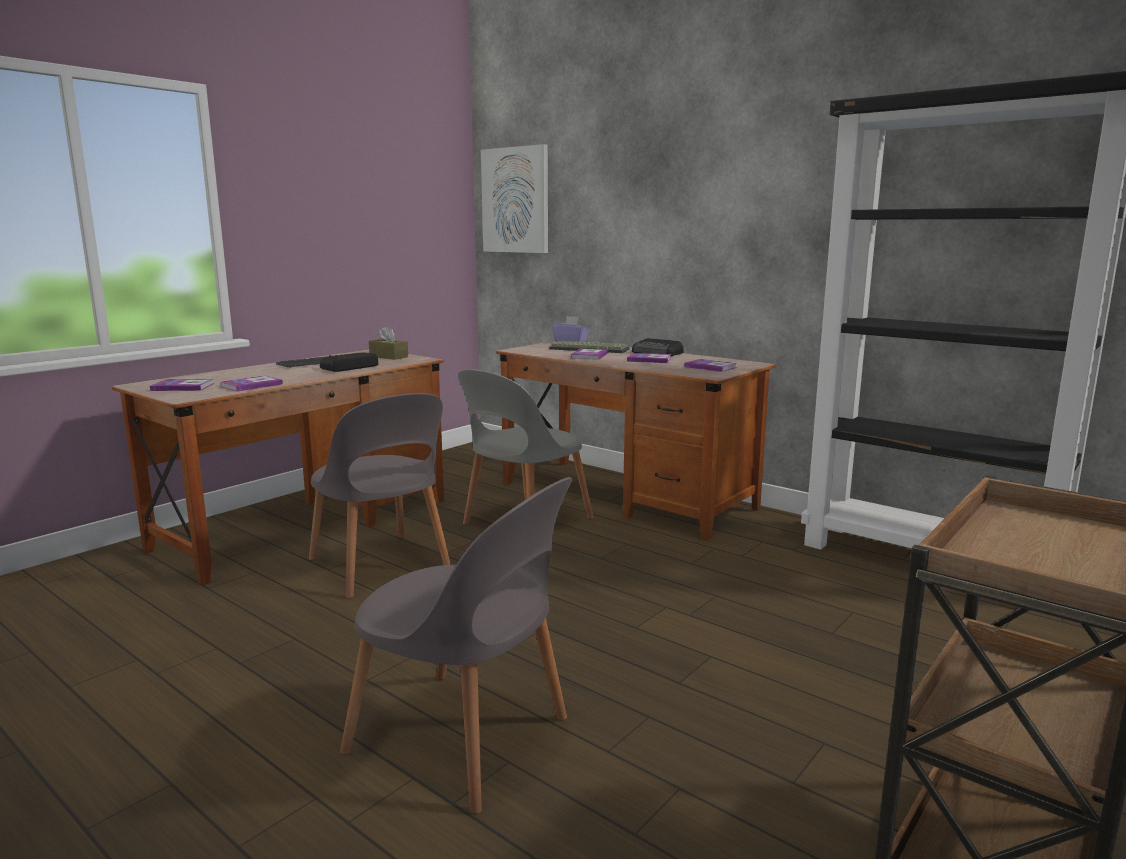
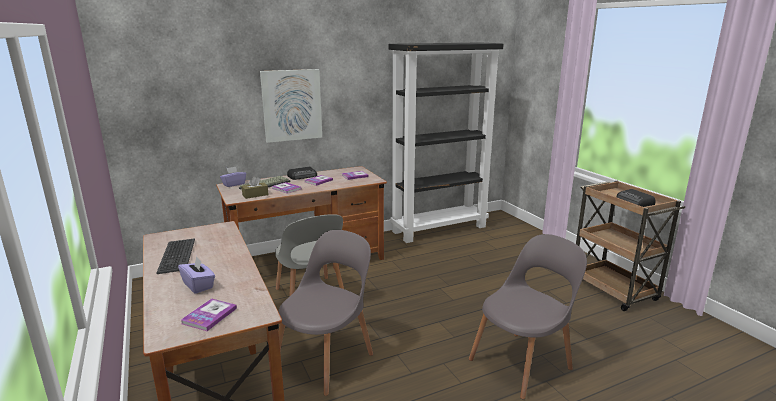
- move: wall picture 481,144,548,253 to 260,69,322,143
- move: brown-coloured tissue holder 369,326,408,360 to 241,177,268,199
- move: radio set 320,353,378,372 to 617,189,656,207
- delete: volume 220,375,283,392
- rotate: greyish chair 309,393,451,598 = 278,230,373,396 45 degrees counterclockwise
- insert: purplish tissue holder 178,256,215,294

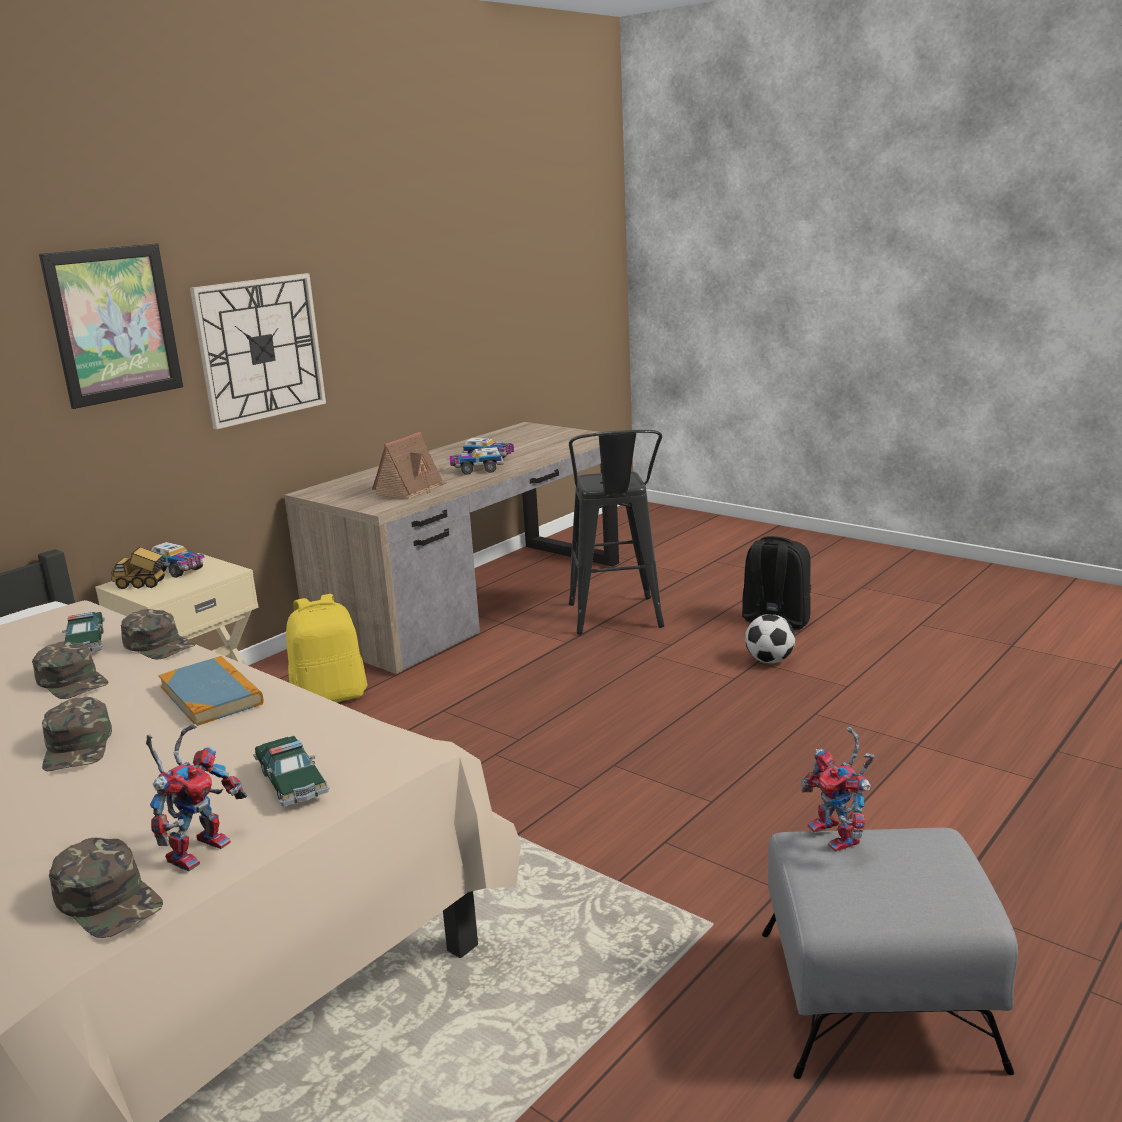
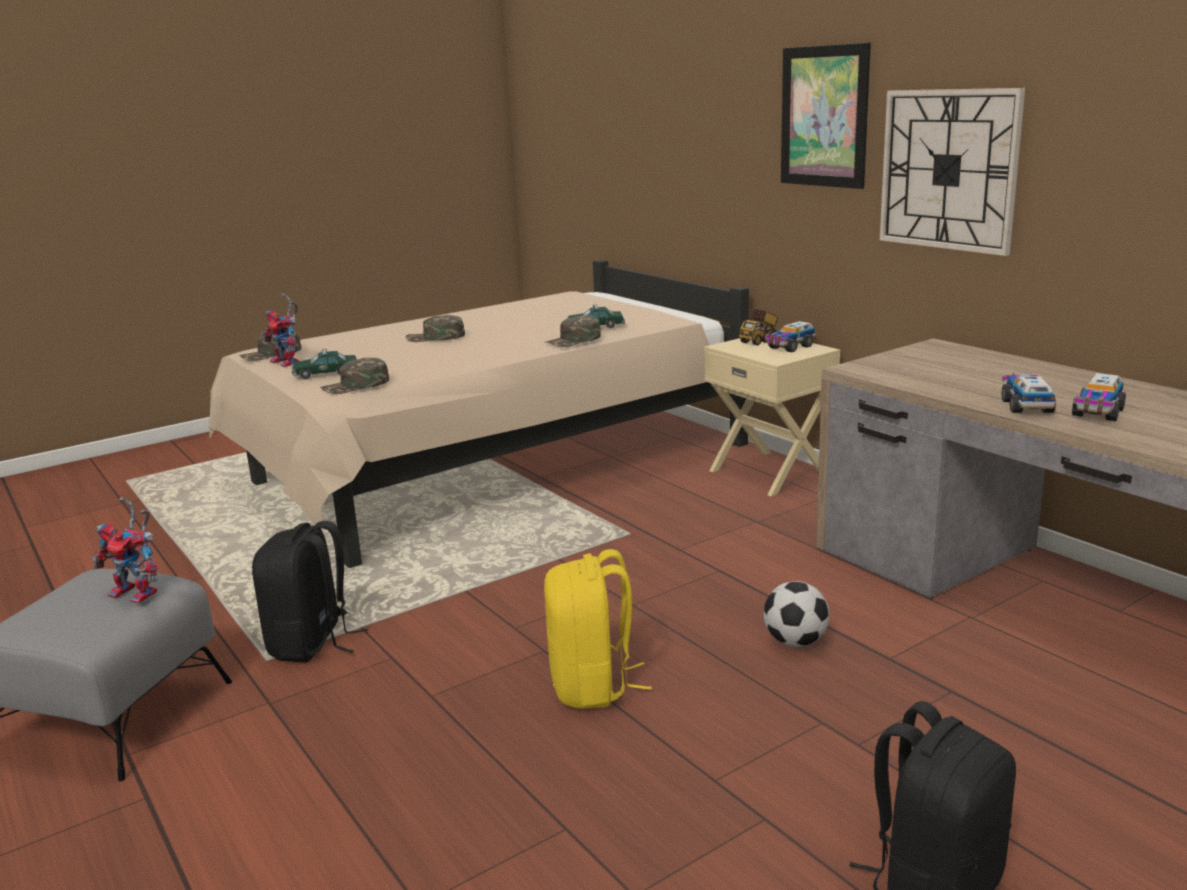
- delete: blackish stool seat 569,430,664,635
- delete: miniature house 372,432,446,500
- rotate: model truck 111,547,166,589 = 739,309,778,346 150 degrees counterclockwise
- move: yellow rucksack 286,594,367,702 to 544,549,652,709
- move: ball for football 745,614,795,663 to 763,581,830,647
- move: green-coloured cap 32,641,108,699 to 320,358,389,394
- delete: volume 159,656,263,726
- rotate: toy robot 801,727,874,852 = 92,497,158,603 150 degrees counterclockwise
- insert: blackish rucksack 252,521,368,662

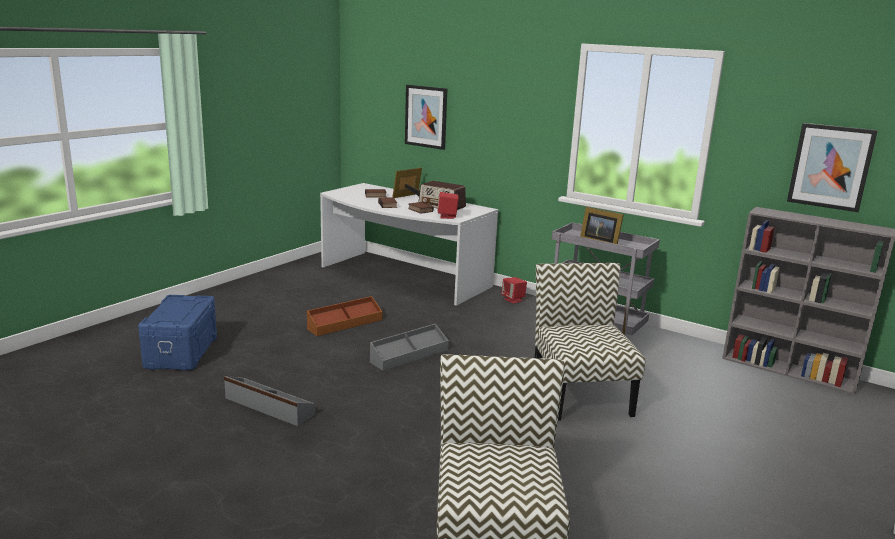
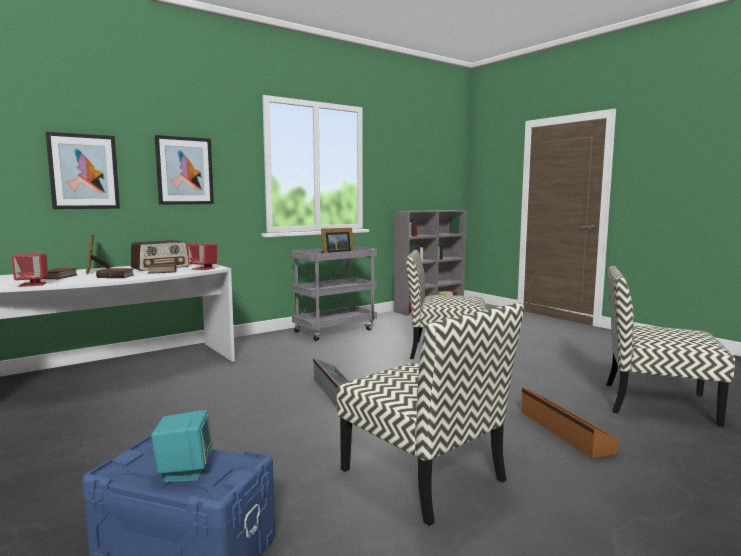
- move: wall picture 787,123,878,212 to 155,135,214,205
- move: red-coloured audio speaker 501,277,527,304 to 12,254,48,287
- move: brown-coloured storage box 307,296,383,336 to 521,388,619,459
- replace: greyish storage box 224,376,315,426 to chair 337,303,524,526
- insert: turquoise audio speaker 151,410,213,482

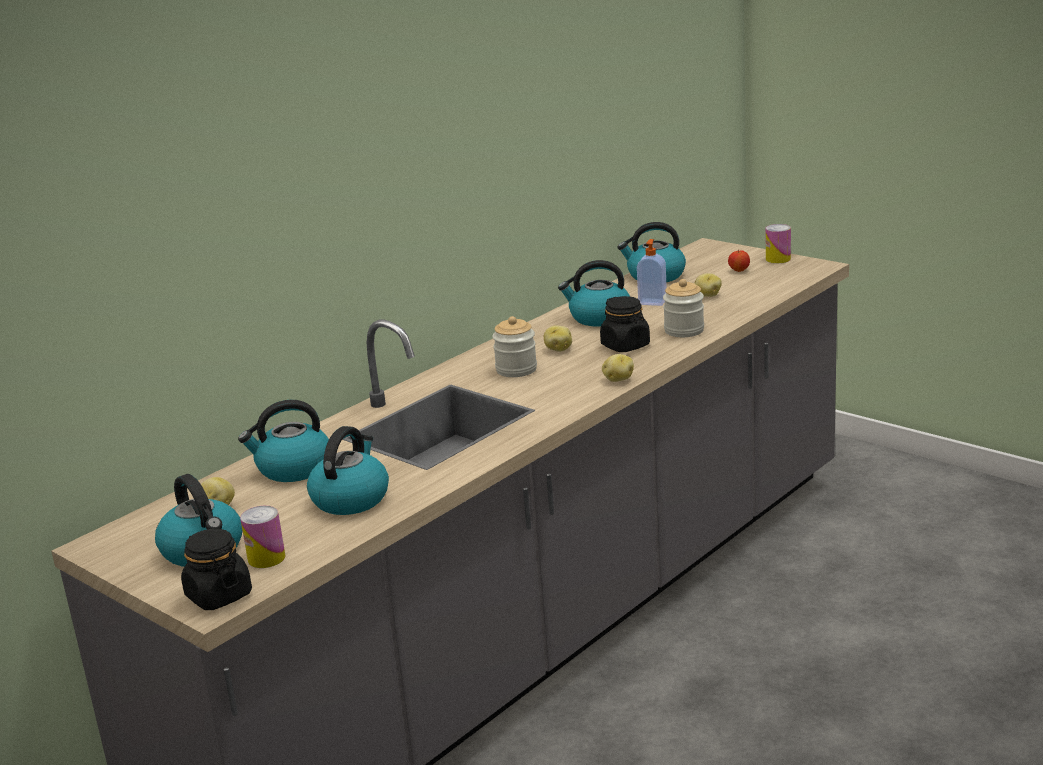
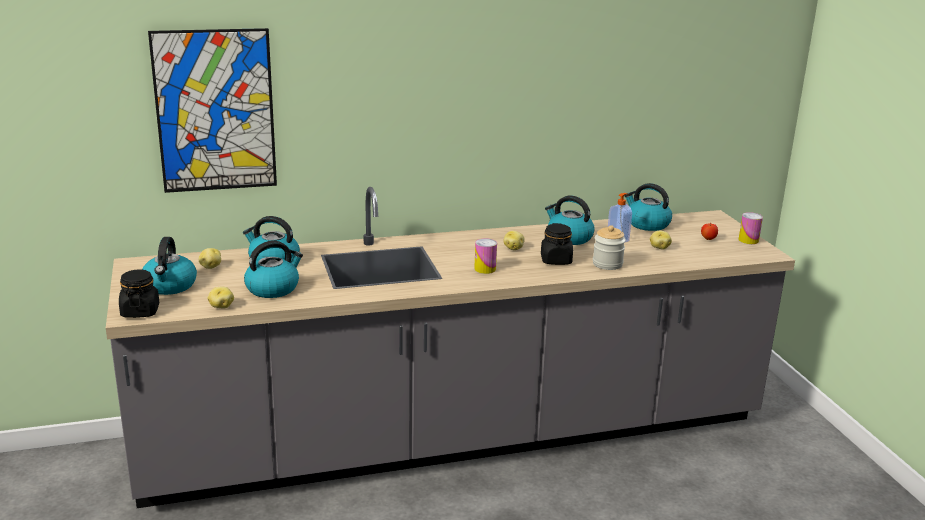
- delete: jar 492,316,537,377
- move: spud 602,354,634,382 to 208,287,234,308
- move: metal can 240,506,285,568 to 474,238,497,274
- insert: wall picture 148,28,277,193

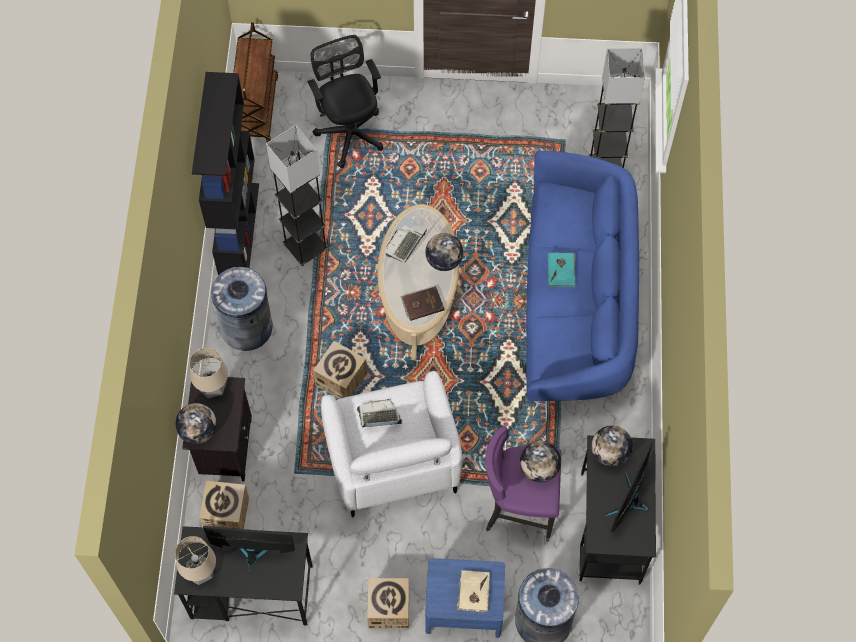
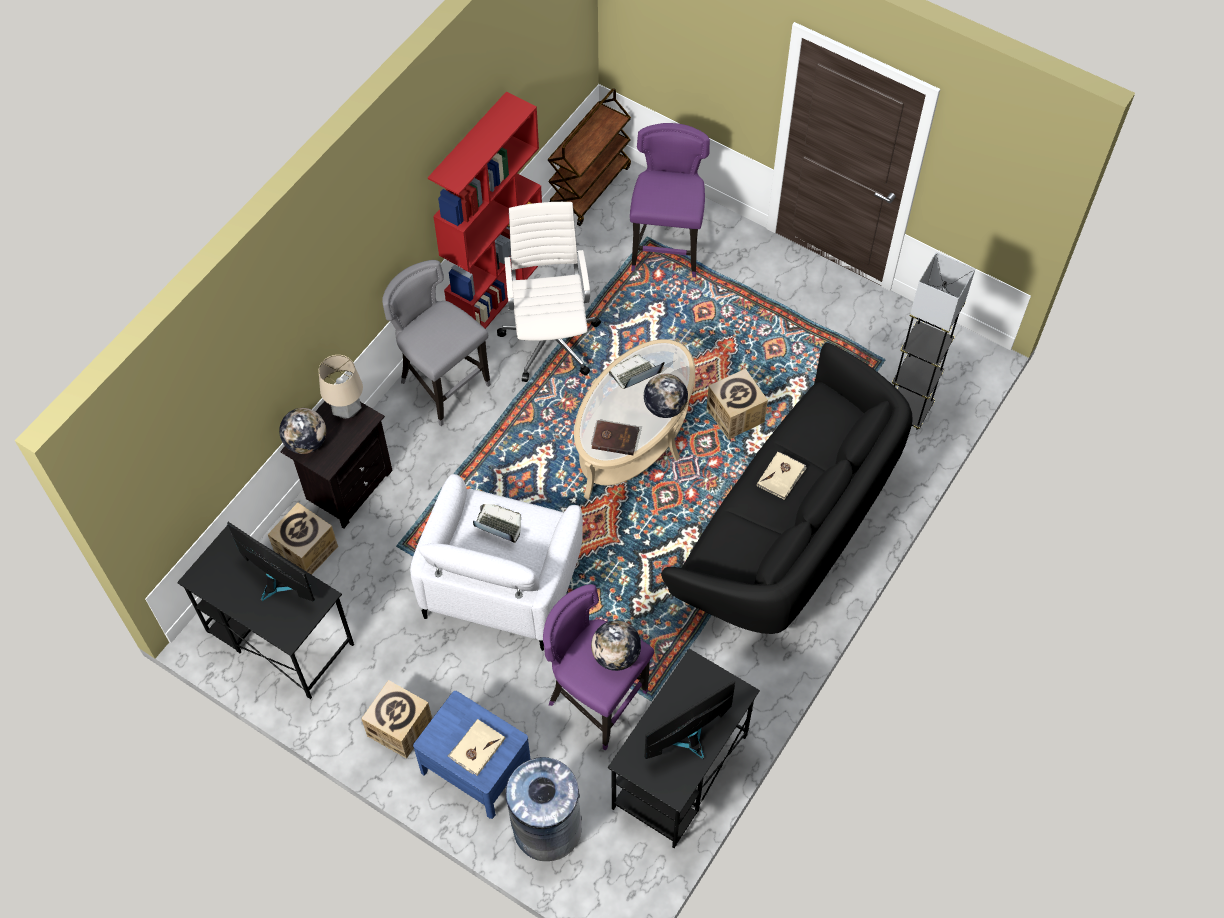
- replace: blackish computer chair 307,35,383,169 to purplish stool seat 630,123,710,277
- recolor: blackish bookcase 192,72,259,275 to red-coloured bookcase 428,92,542,329
- replace: greyish floor lamp 266,125,329,266 to whitish computer chair 497,202,601,382
- recolor: blue-coloured couch 526,151,639,402 to blackish couch 661,342,913,634
- recolor: turquoise volume 548,253,576,287 to sand-coloured volume 757,452,807,500
- replace: greyish rubbish bin 211,267,273,351 to greyish stool seat 382,260,491,426
- move: cardboard box 313,341,367,399 to 707,368,768,440
- delete: world globe 591,426,633,467
- delete: lamp for a table 175,536,216,585

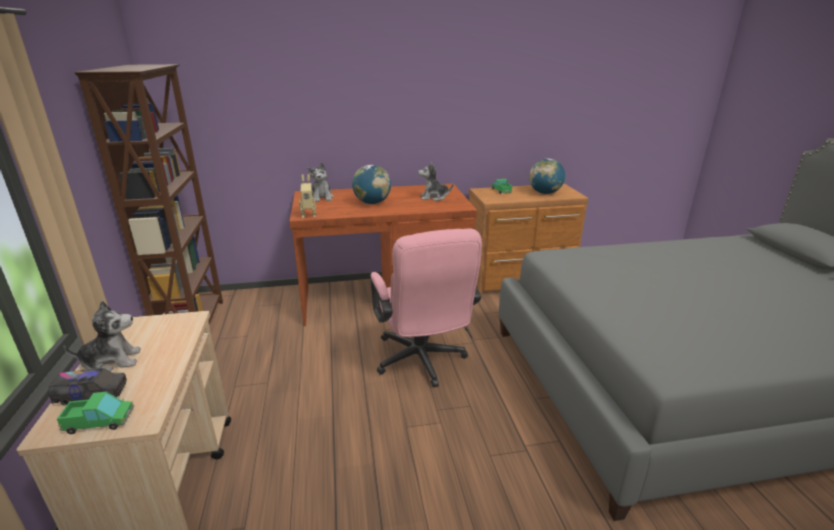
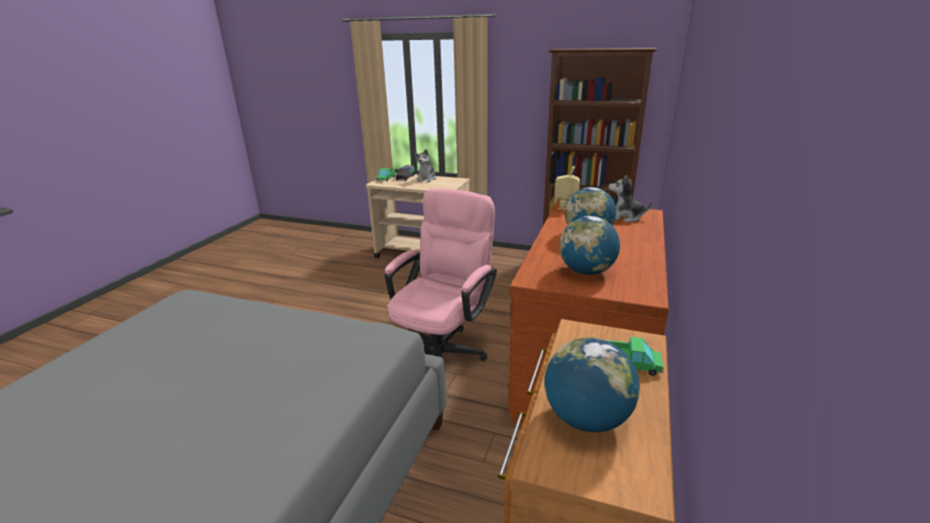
- replace: cuddly toy 418,162,454,201 to world globe 559,216,620,275
- rotate: pinkish computer chair 370,228,482,387 = 385,188,497,361 105 degrees clockwise

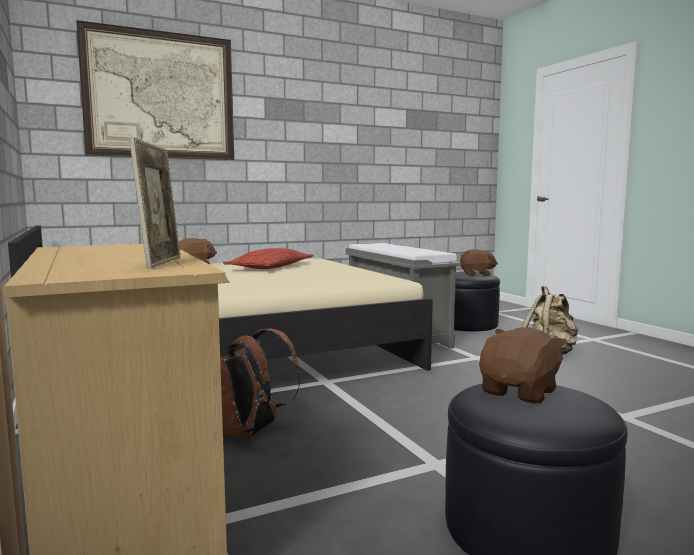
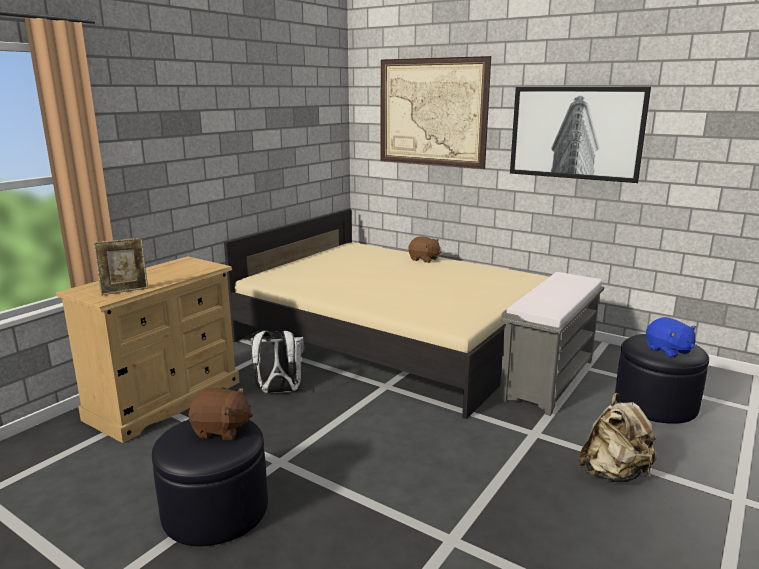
- delete: cushion 223,248,314,269
- recolor: brown-coloured cuddly toy 460,249,498,276 to blue-coloured cuddly toy 646,317,697,358
- recolor: brown-coloured rucksack 220,329,301,439 to whitish rucksack 251,331,304,393
- insert: wall picture 510,87,651,183

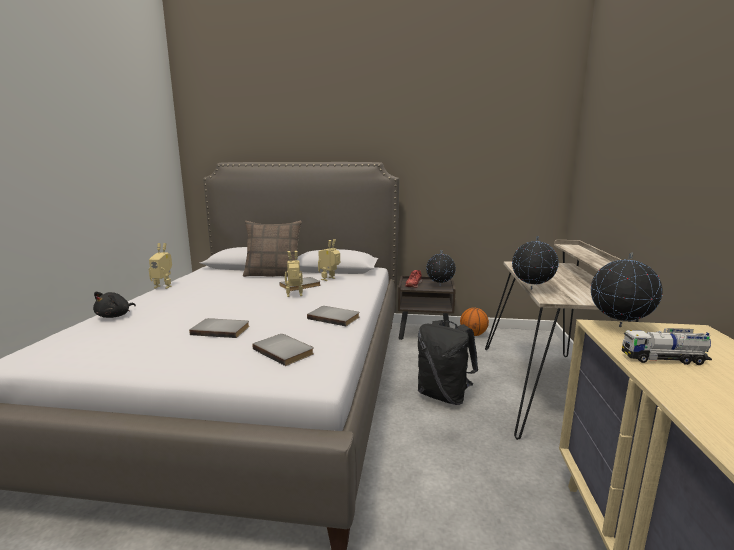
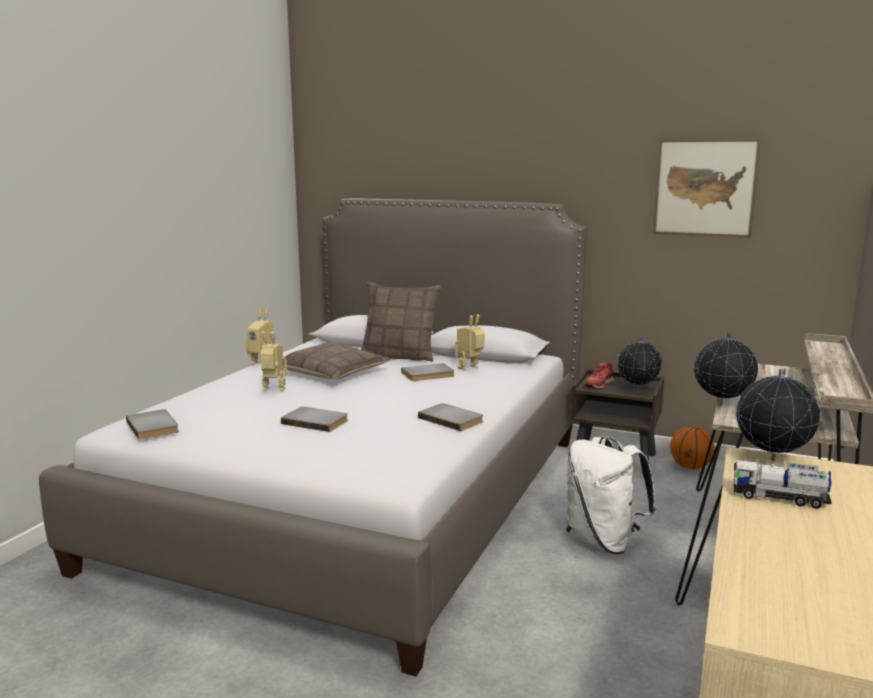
- move: toy robot 285,251,303,297 to 261,331,287,391
- delete: blackish cuddly toy 93,292,136,318
- recolor: blackish rucksack 418,320,478,405 to whitish rucksack 566,437,656,554
- move: greyish volume 252,334,314,366 to 126,409,179,440
- insert: wall picture 653,139,761,238
- insert: cushion 283,342,391,380

